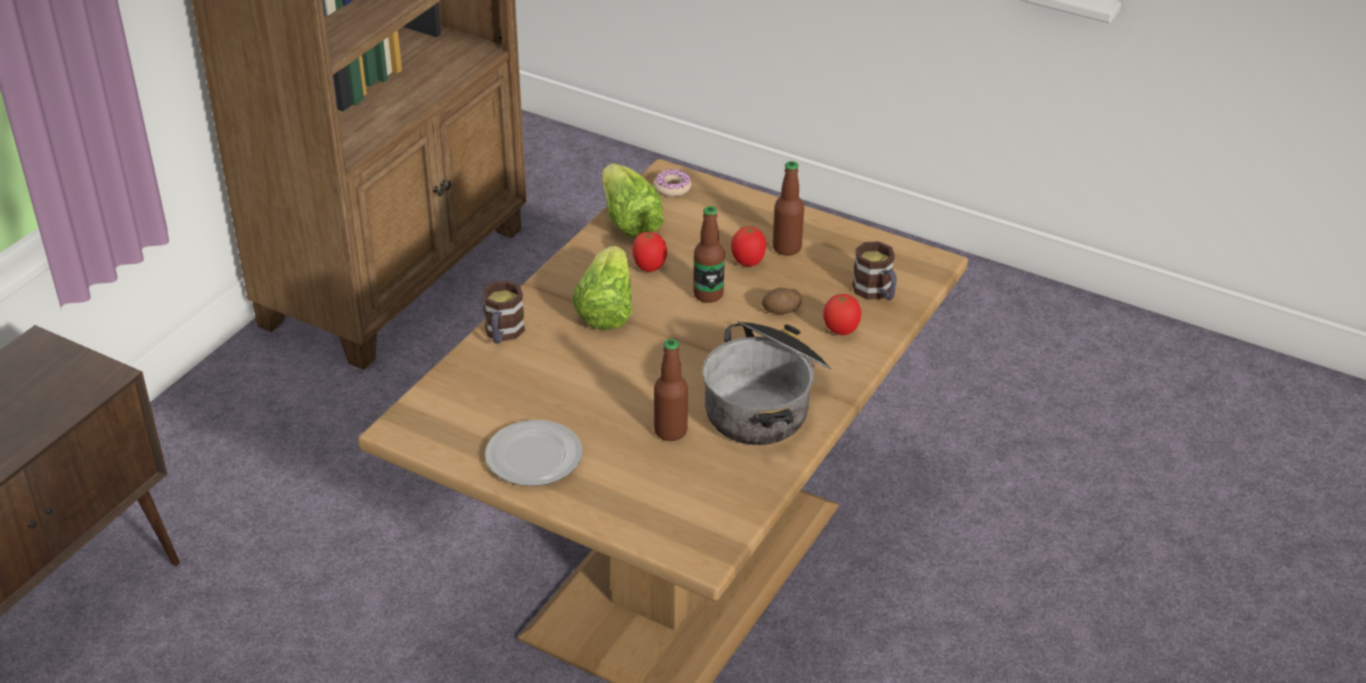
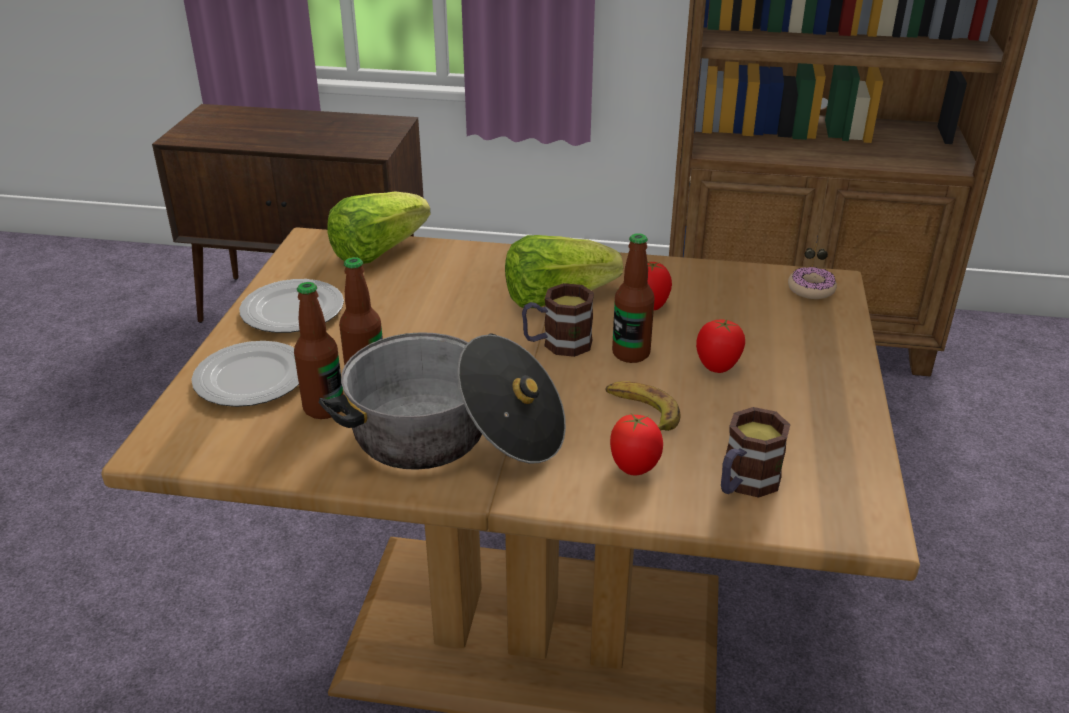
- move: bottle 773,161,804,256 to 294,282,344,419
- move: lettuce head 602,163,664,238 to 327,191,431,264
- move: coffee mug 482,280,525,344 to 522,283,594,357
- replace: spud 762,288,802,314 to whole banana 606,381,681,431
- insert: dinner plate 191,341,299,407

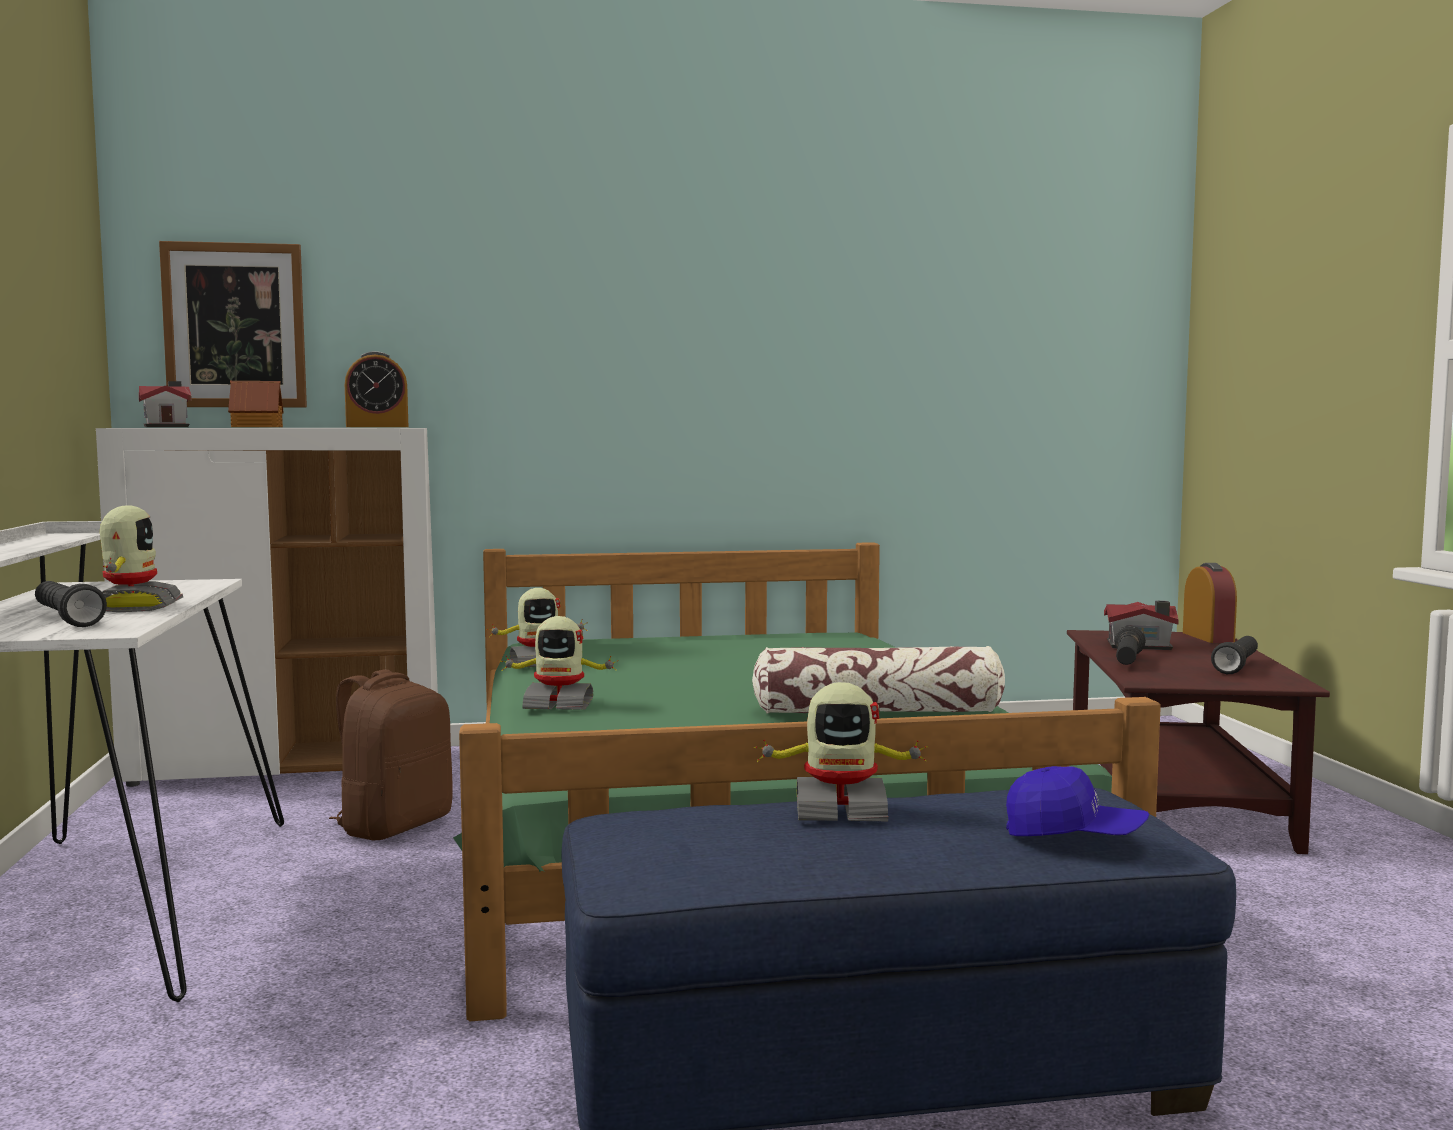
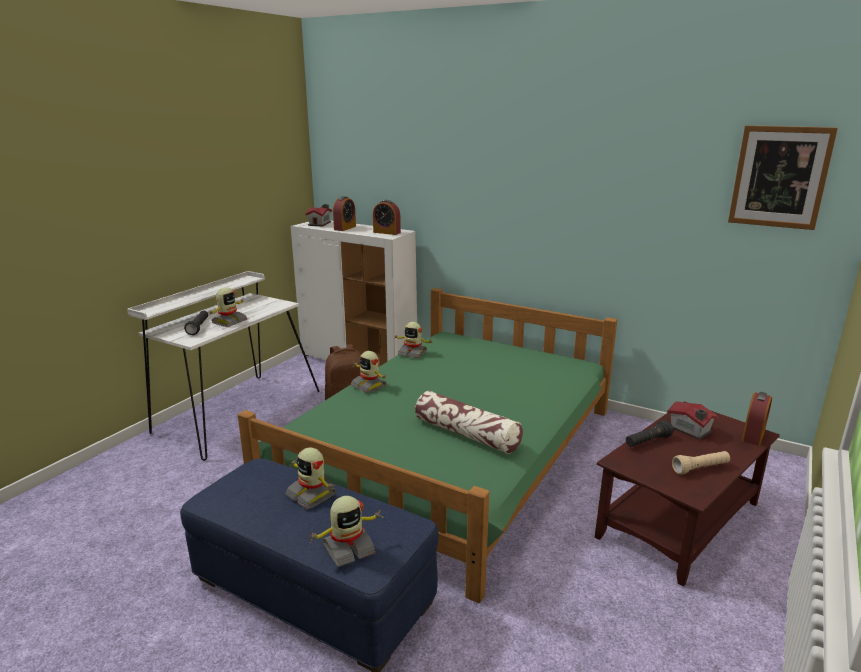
- move: wall picture 159,241,307,408 to 728,126,838,230
- replace: miniature house 228,381,284,427 to table clock 333,196,356,231
- recolor: blackish flashlight 1211,636,1258,674 to sand-coloured flashlight 672,451,730,475
- replace: blue-coloured cap 1006,766,1149,836 to toy robot 307,496,382,567

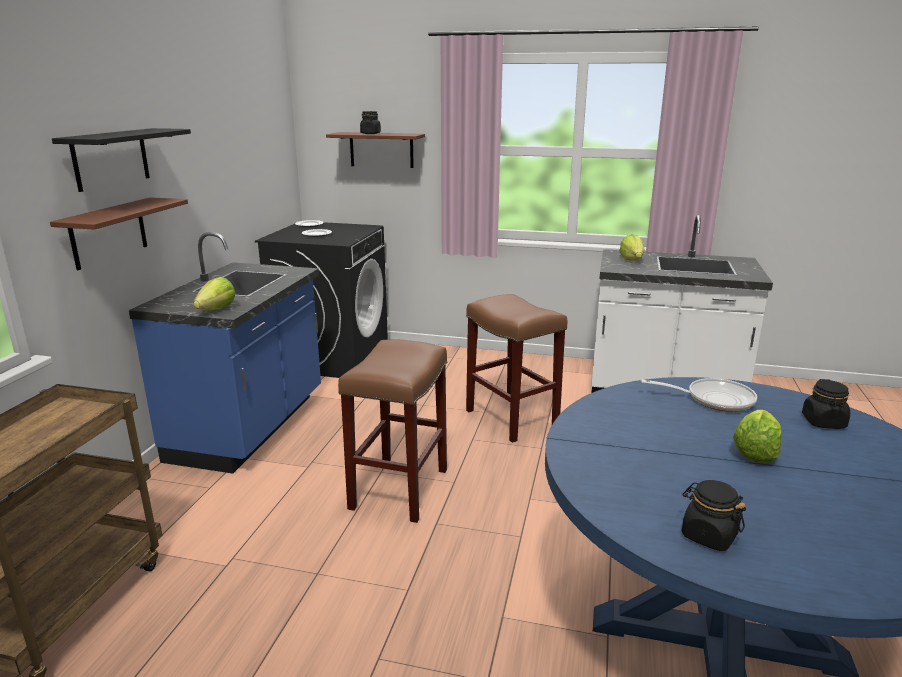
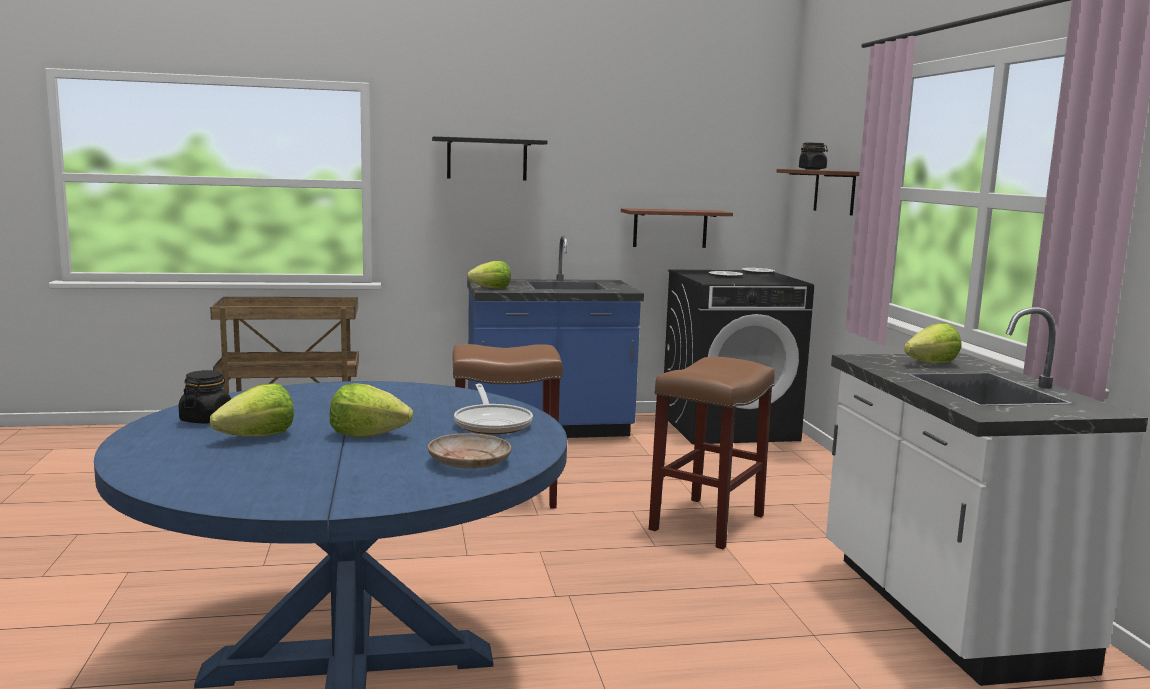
- move: brown-coloured shelf 50,197,188,270 to 621,208,733,248
- replace: blackish jar 802,379,850,429 to sand-coloured dinner plate 428,433,511,469
- insert: lettuce head 210,383,294,436

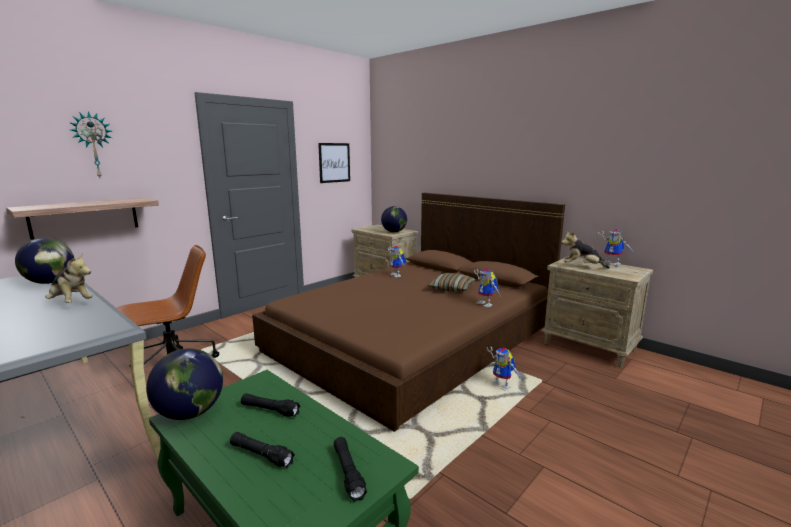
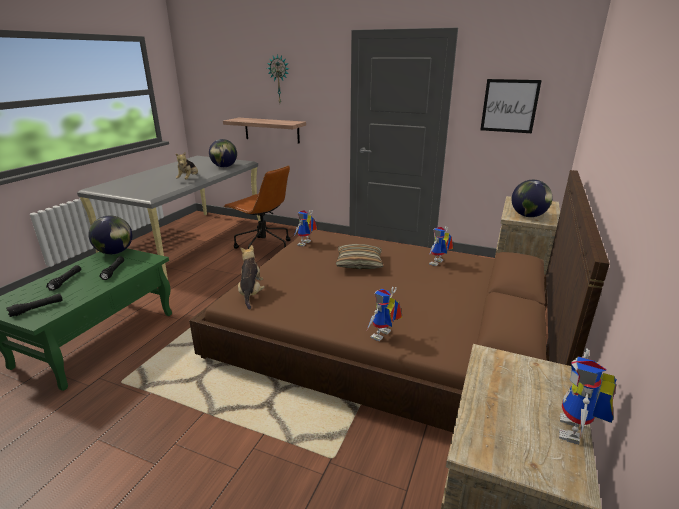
- move: cuddly toy 561,231,610,268 to 238,245,265,310
- move: cushion 428,273,476,292 to 336,244,383,269
- move: toy robot 487,347,522,390 to 294,210,317,246

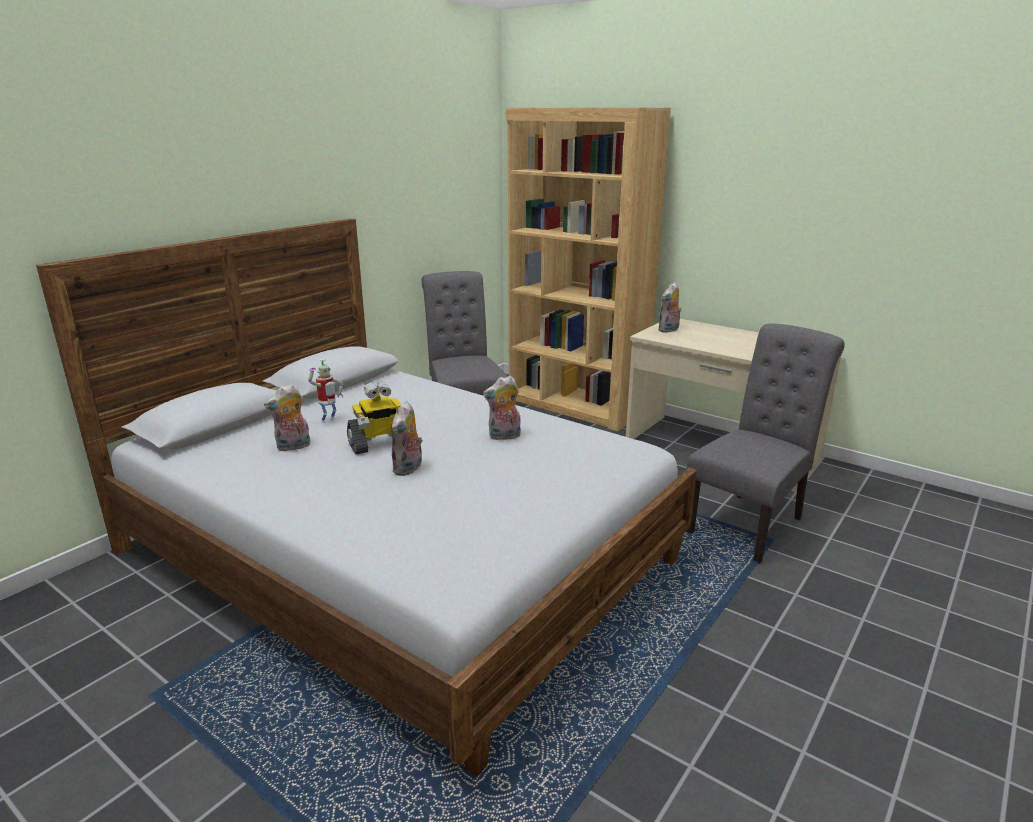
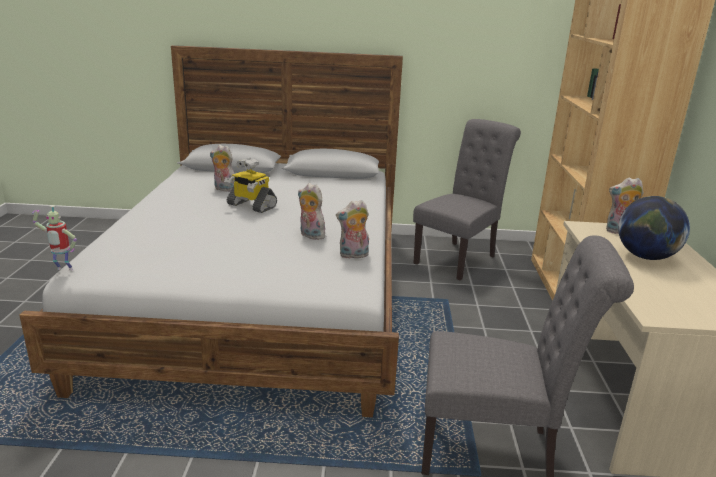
- move: toy robot 308,359,343,423 to 32,205,77,271
- move: cuddly toy 391,401,423,476 to 336,200,369,259
- insert: world globe 618,196,690,260

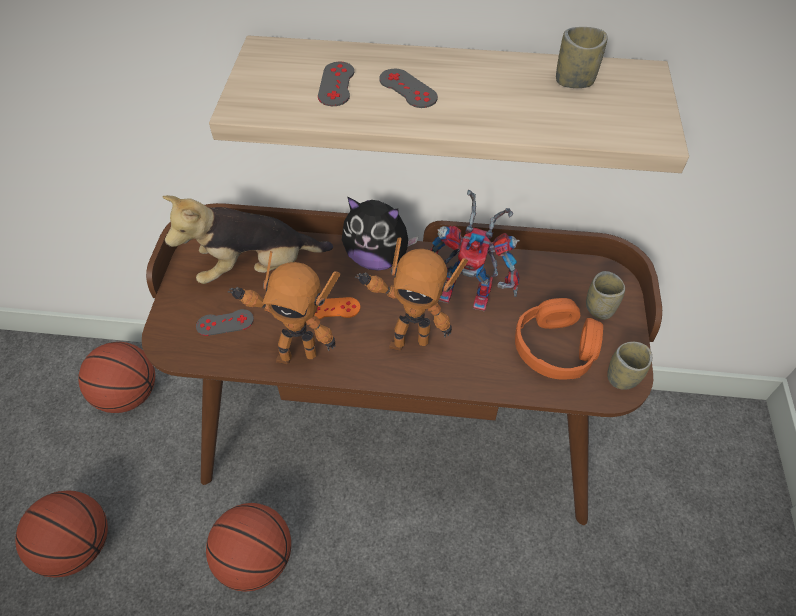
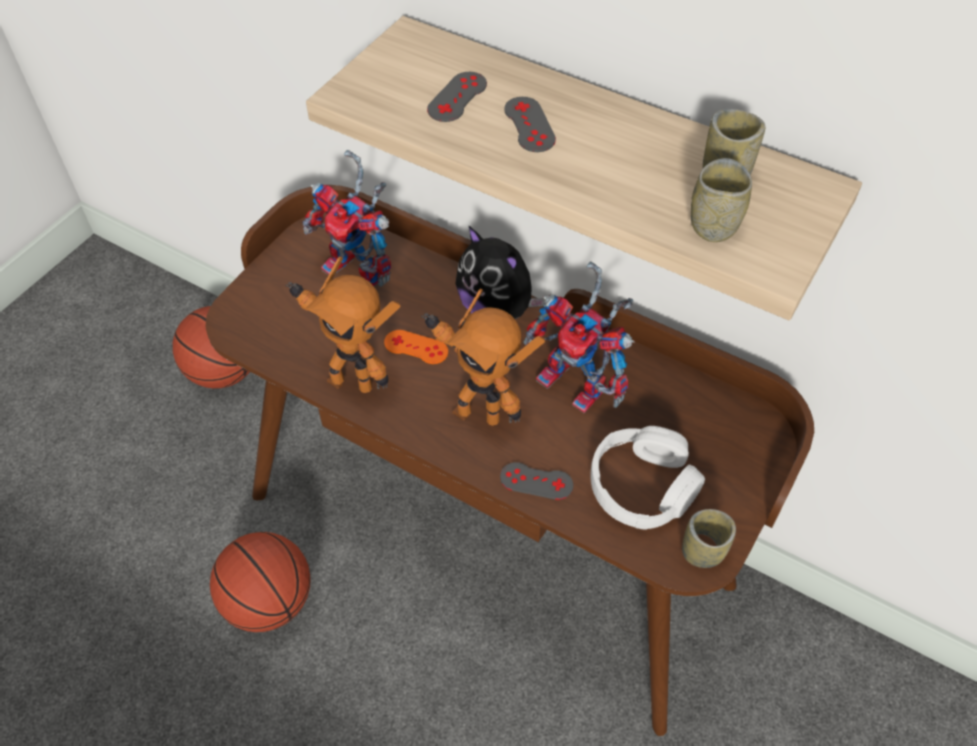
- replace: cuddly toy 162,195,333,284 to toy robot 302,150,391,287
- move: cup 586,271,625,320 to 691,158,752,242
- recolor: orangey headset 515,298,603,380 to whitish headset 590,426,705,530
- move: greyish game controller 196,309,254,336 to 500,462,573,500
- delete: basketball 15,490,108,577

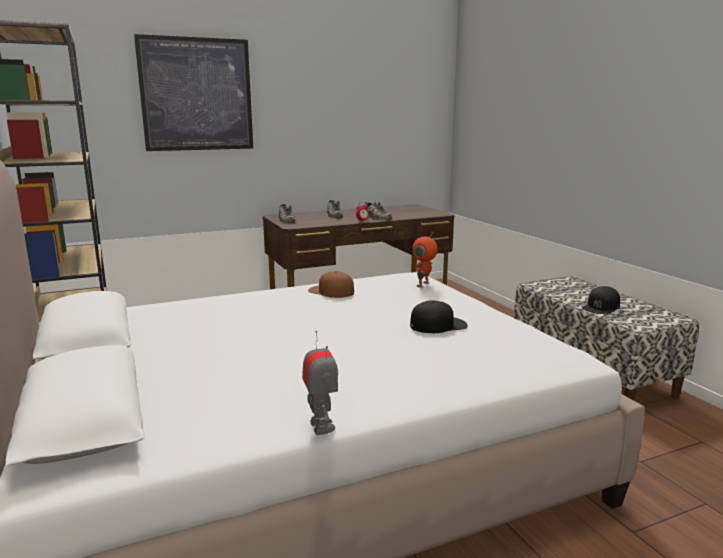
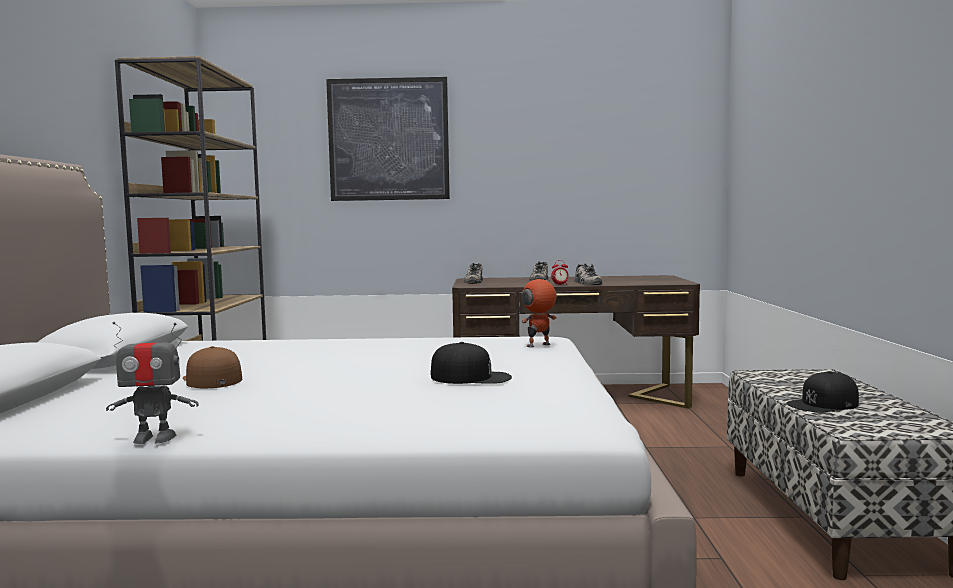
- move: brown-coloured cap 308,271,354,298 to 183,346,242,388
- rotate: toy robot 302,331,338,435 = 106,322,199,444 75 degrees clockwise

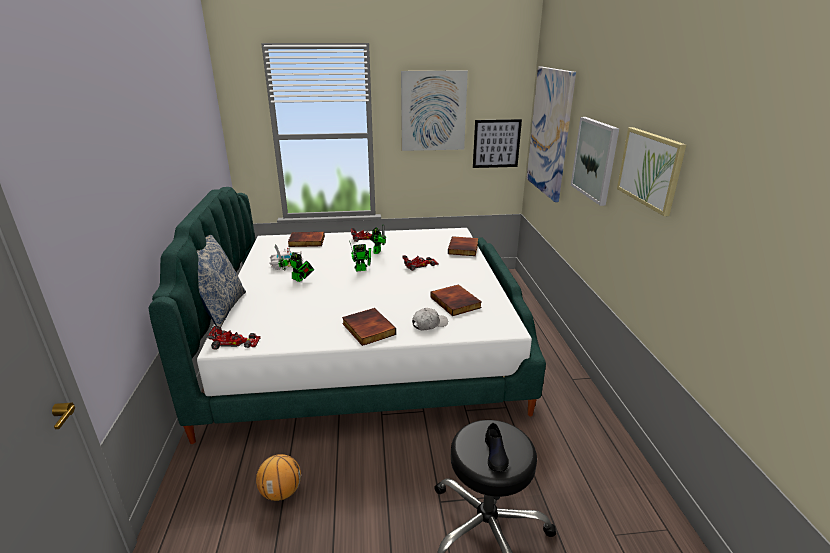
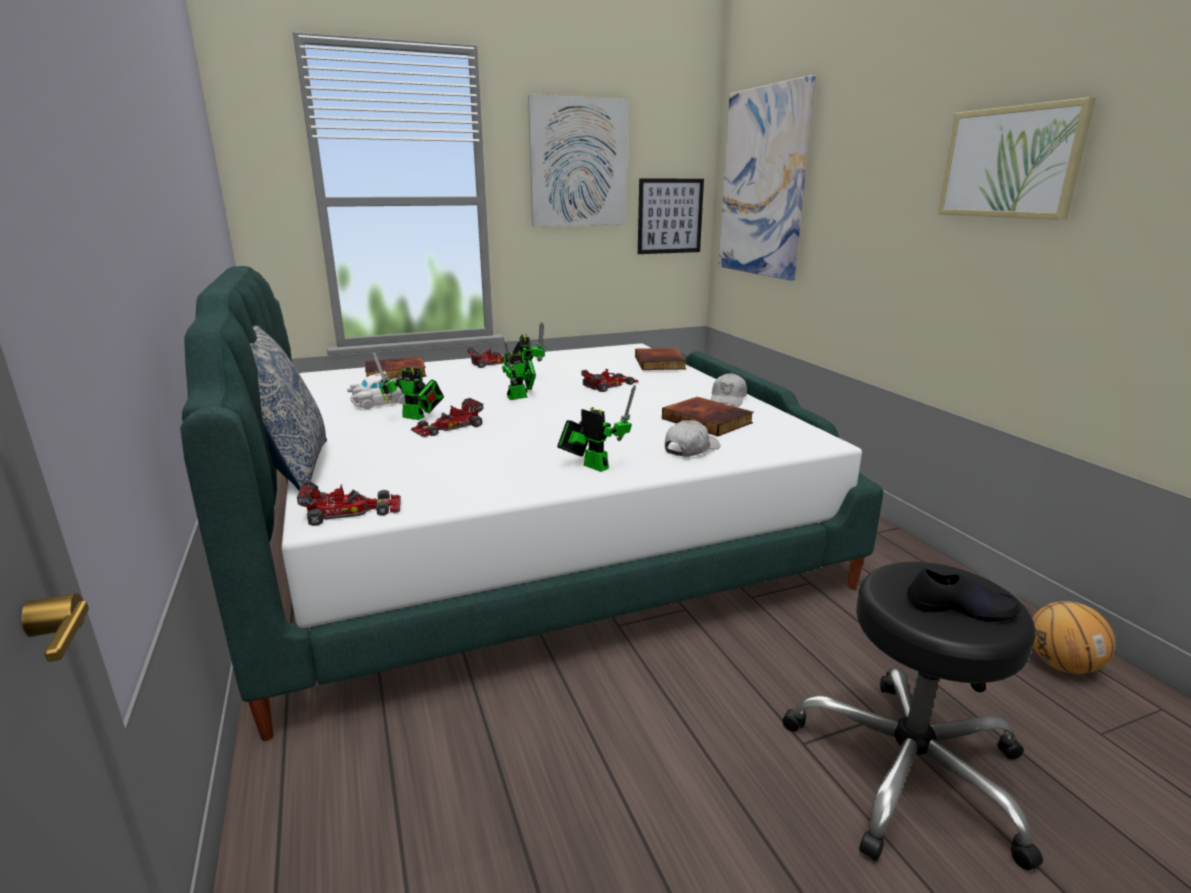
- delete: wall picture 571,117,619,206
- replace: volume 342,308,396,346 to toy robot 557,384,636,472
- rotate: blackish low shoe 485,423,509,471 = 907,568,1021,622 60 degrees counterclockwise
- move: basketball 256,454,301,501 to 1032,601,1115,674
- insert: whitish cap 711,373,747,407
- insert: miniature car 411,398,483,437

